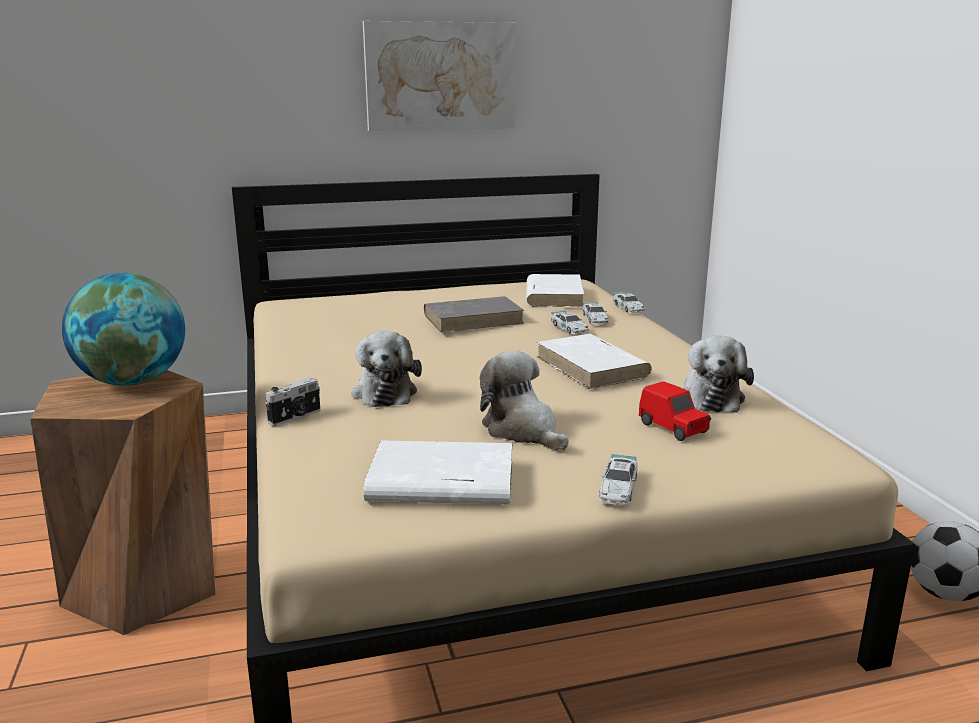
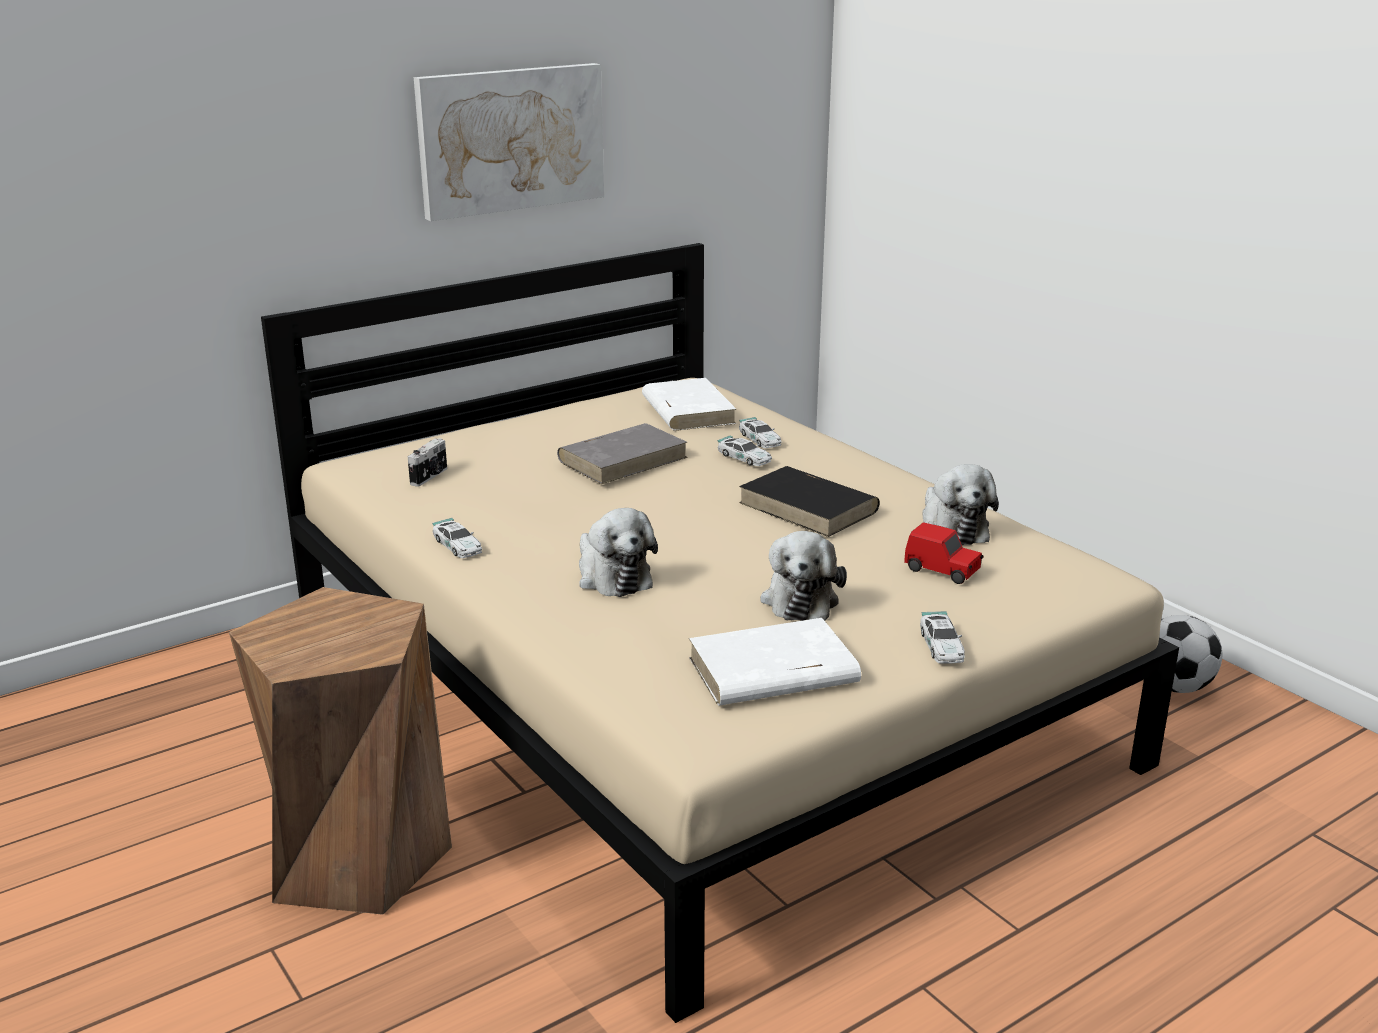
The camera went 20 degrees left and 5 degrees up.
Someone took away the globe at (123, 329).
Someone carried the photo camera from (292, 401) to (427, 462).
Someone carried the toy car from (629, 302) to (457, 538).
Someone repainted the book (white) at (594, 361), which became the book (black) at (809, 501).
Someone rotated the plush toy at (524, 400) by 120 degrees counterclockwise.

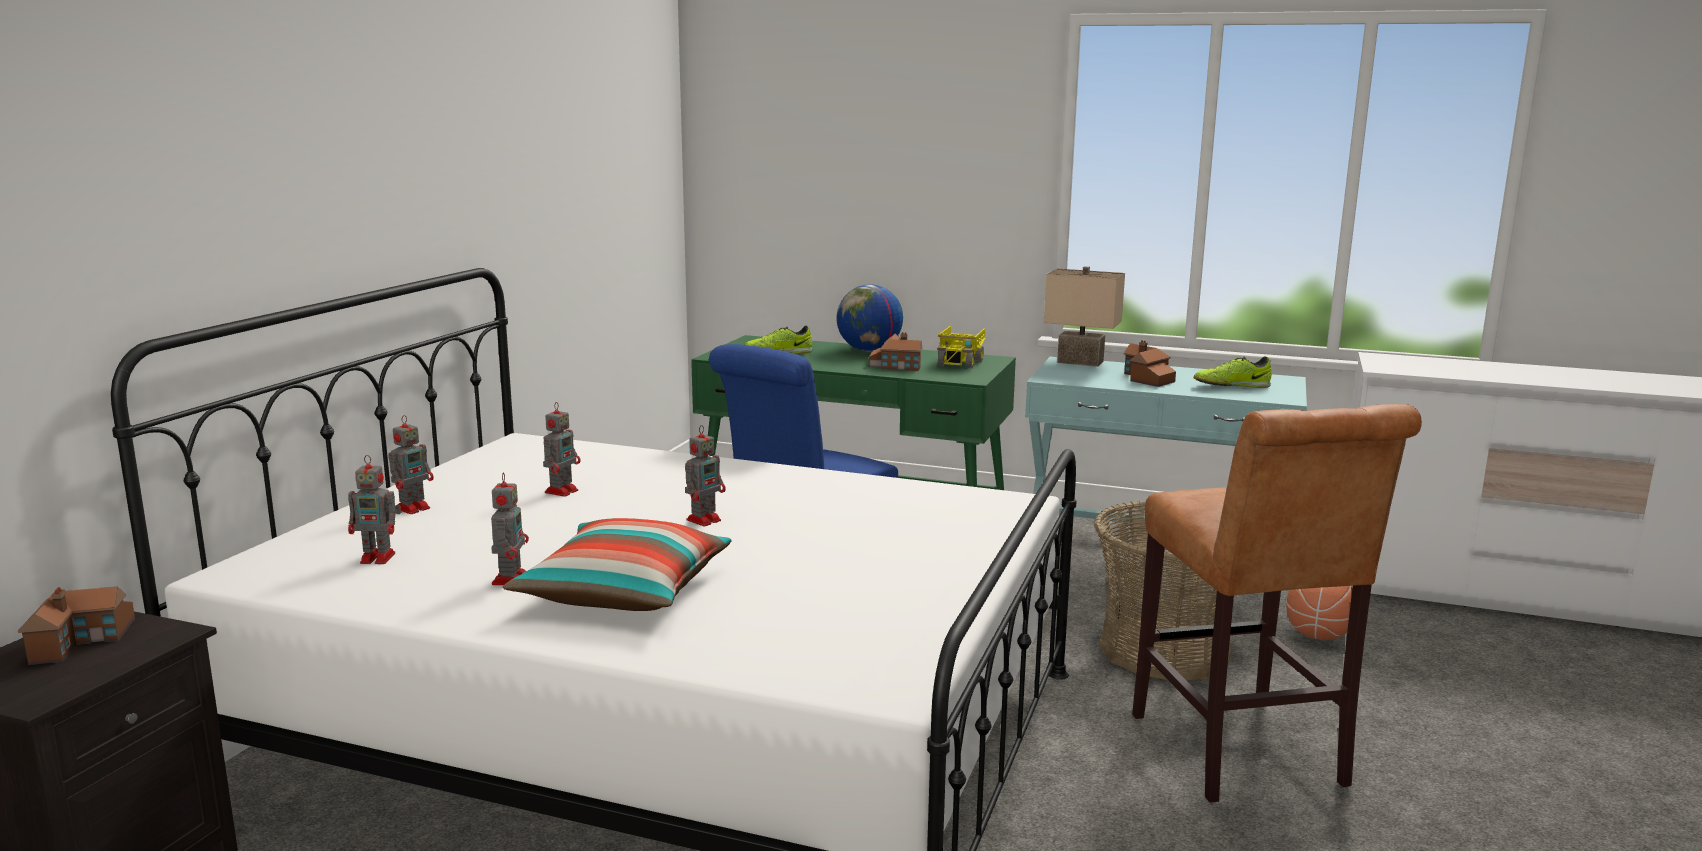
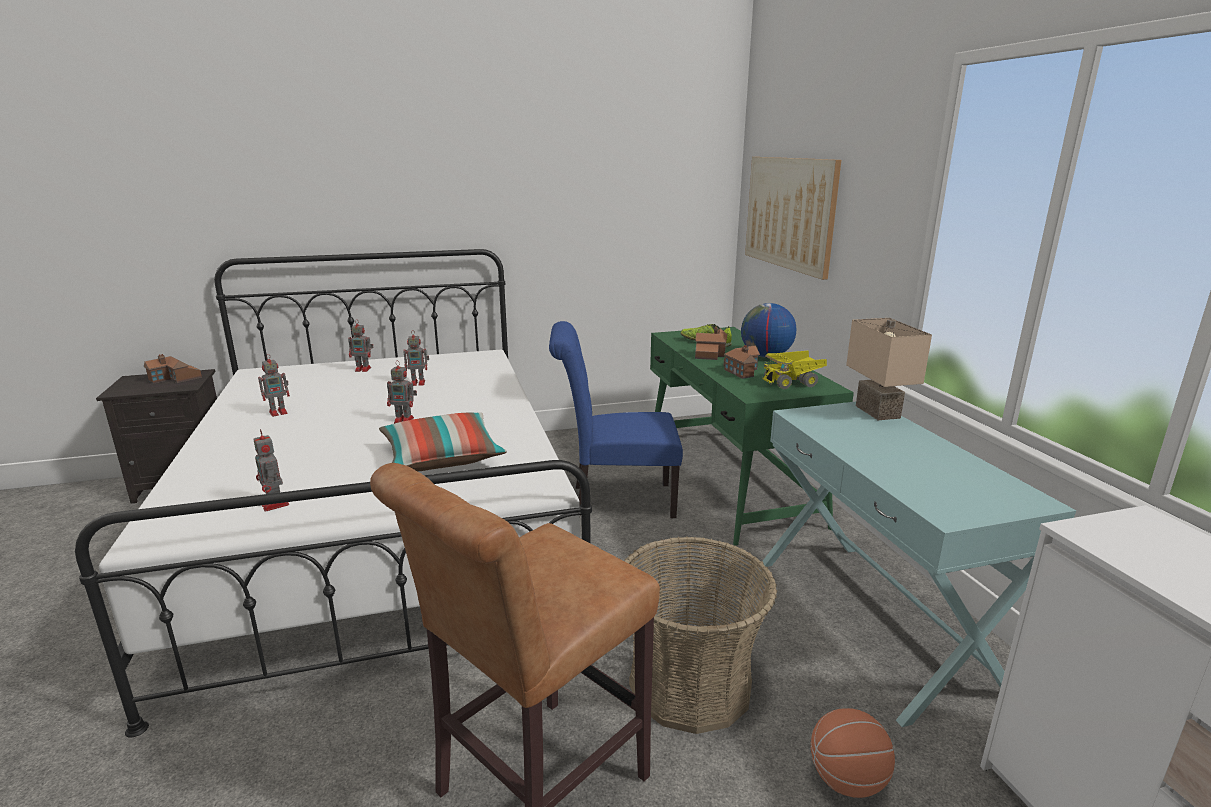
The camera went 55 degrees right and 5 degrees up.
Someone took away the shoe at (1232, 372).
Someone put up the picture at (793, 218).
Someone carried the toy robot from (374, 509) to (271, 470).
Someone carried the pillow from (617, 564) to (443, 441).
Someone carried the toy house from (1150, 363) to (711, 343).

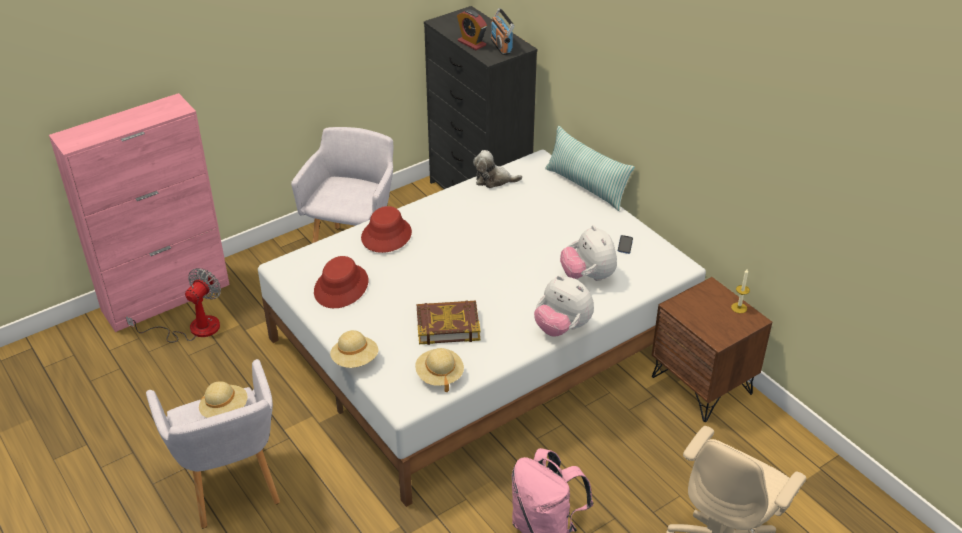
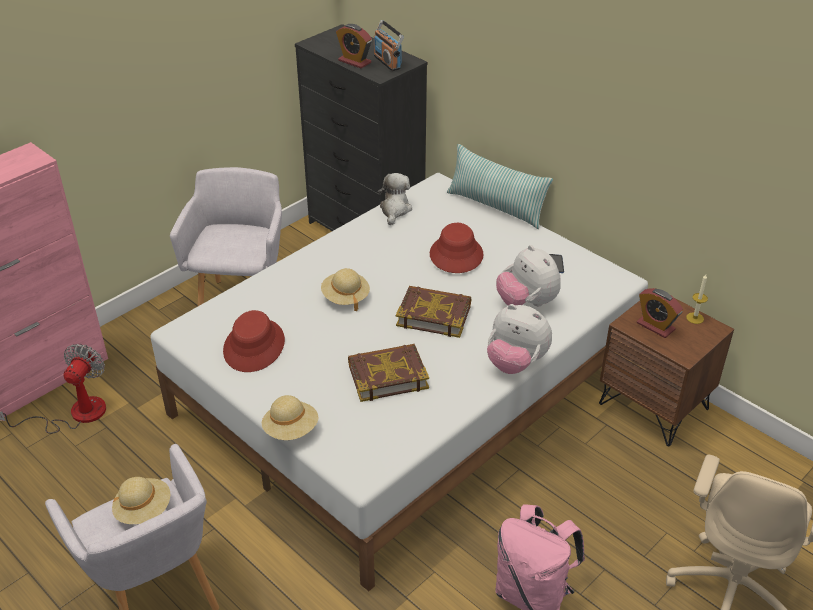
The camera went 10 degrees left and 0 degrees up.
Someone put down the book at (433, 312).
Someone put down the alarm clock at (660, 313).
Someone carried the hat (red) from (386, 229) to (457, 248).
Someone carried the hat (beige) from (439, 370) to (345, 289).
Someone rotated the plush toy at (497, 169) by 105 degrees clockwise.

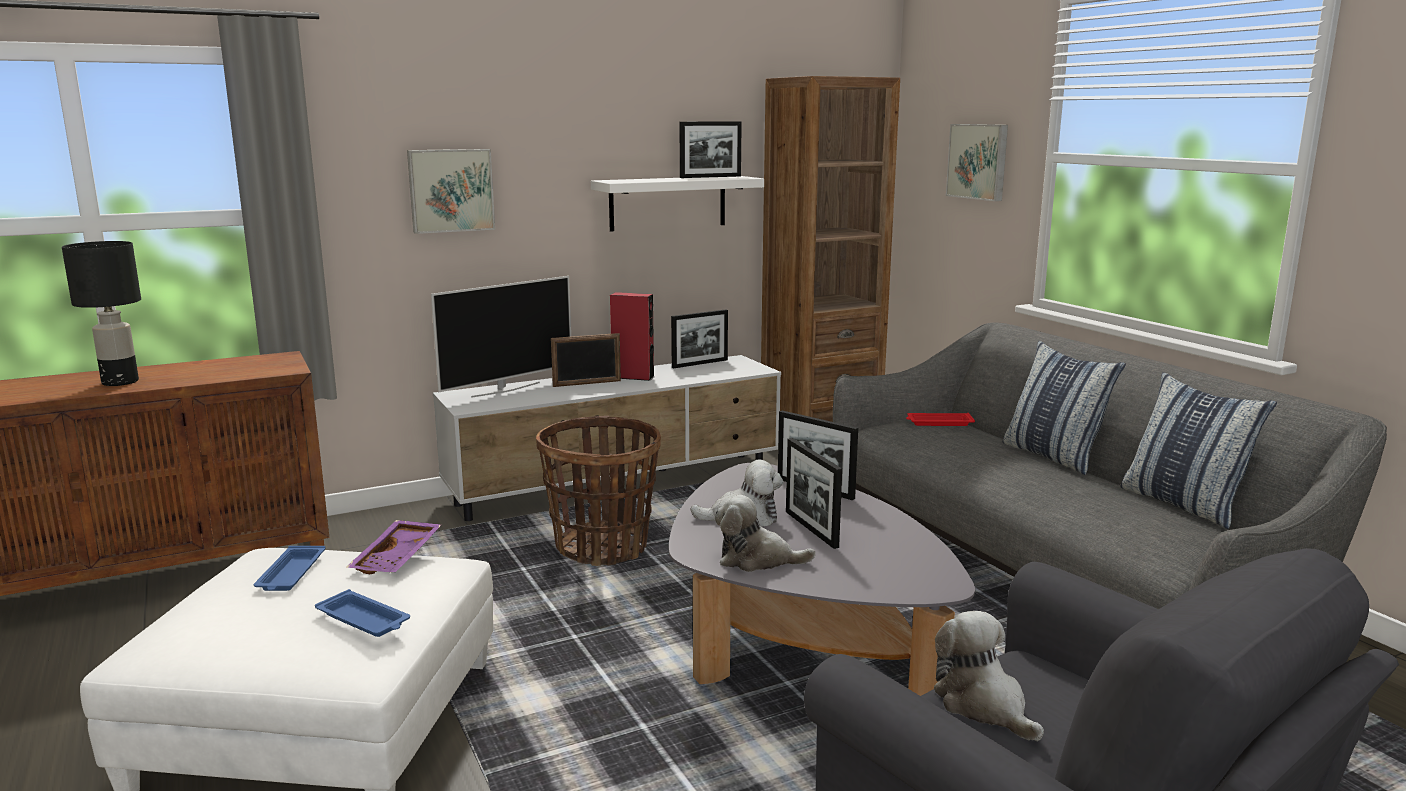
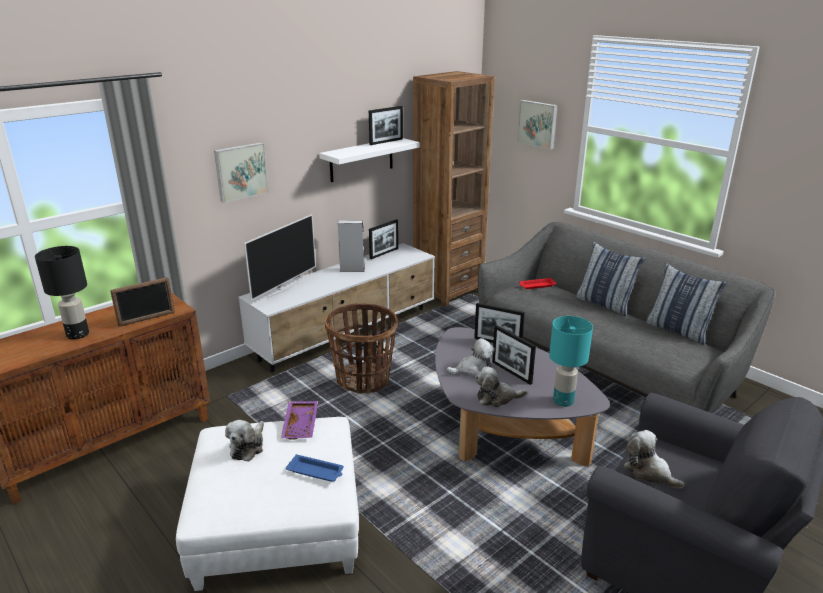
The camera went 15 degrees left and 10 degrees up.
Someone put down the table lamp (turquoise) at (571, 361).
Someone carried the picture frame from (586, 360) to (142, 302).
Someone swapped the tray (blue) at (290, 568) for the plush toy at (244, 440).
Someone repainted the speaker (red) at (632, 336), which became the speaker (grey) at (351, 246).

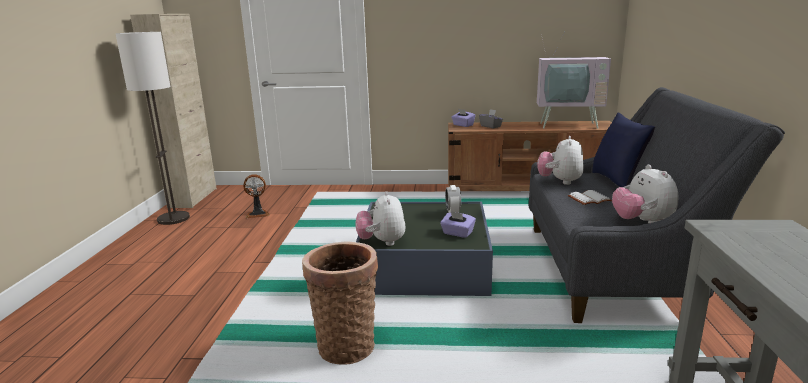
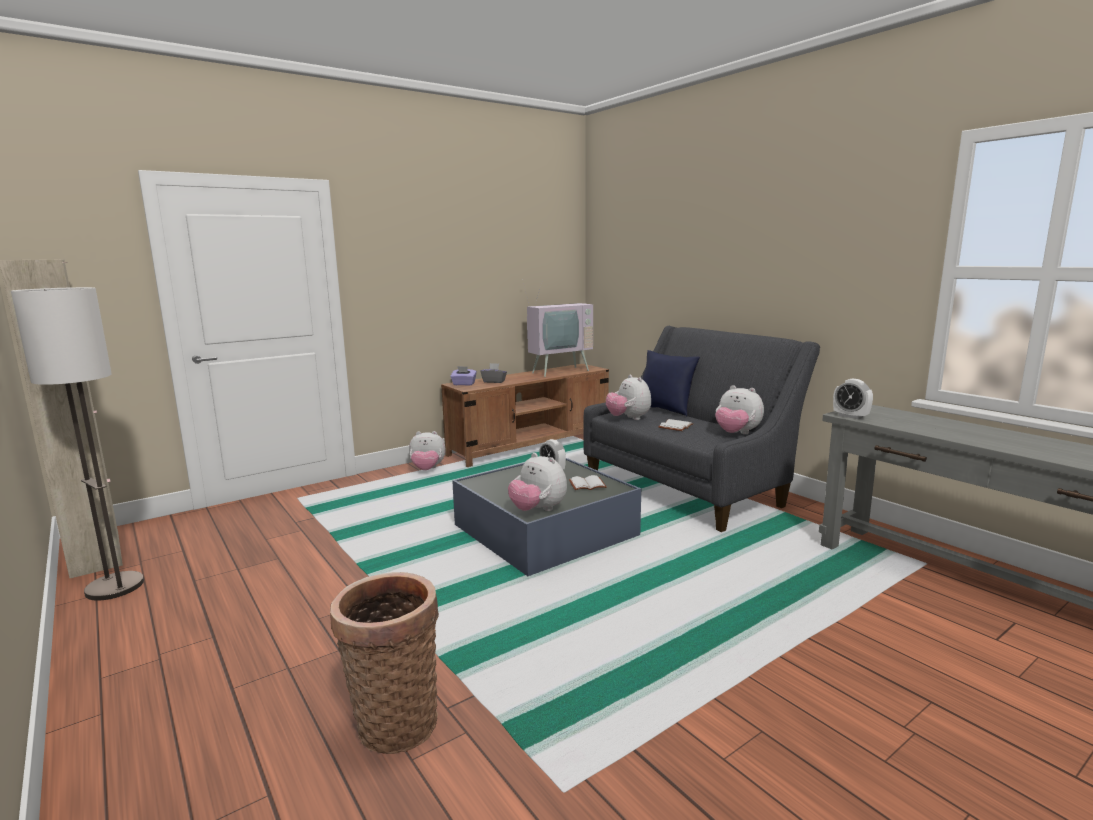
The camera went 40 degrees left and 5 degrees down.
Someone took away the fan at (256, 196).
Someone put down the plush toy at (427, 450).
Someone put down the alarm clock at (853, 399).
Someone carried the basket from (340, 302) to (384, 663).
Someone swapped the tissue box (purple) at (458, 224) for the book (white) at (588, 482).

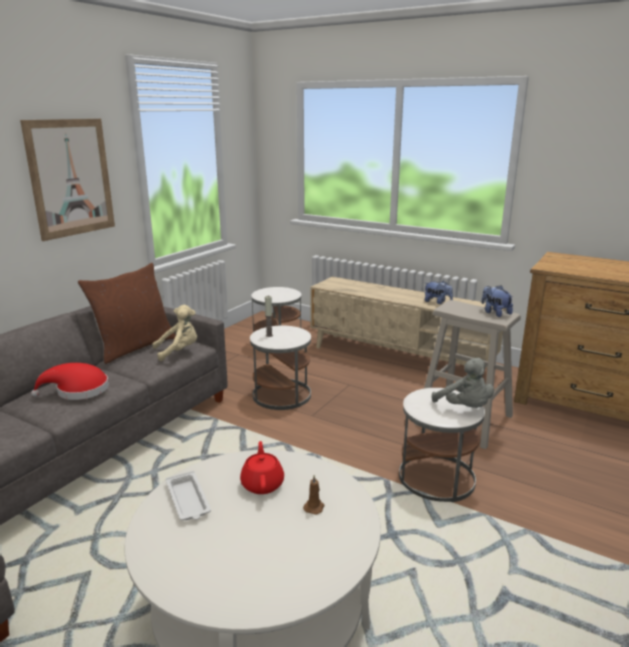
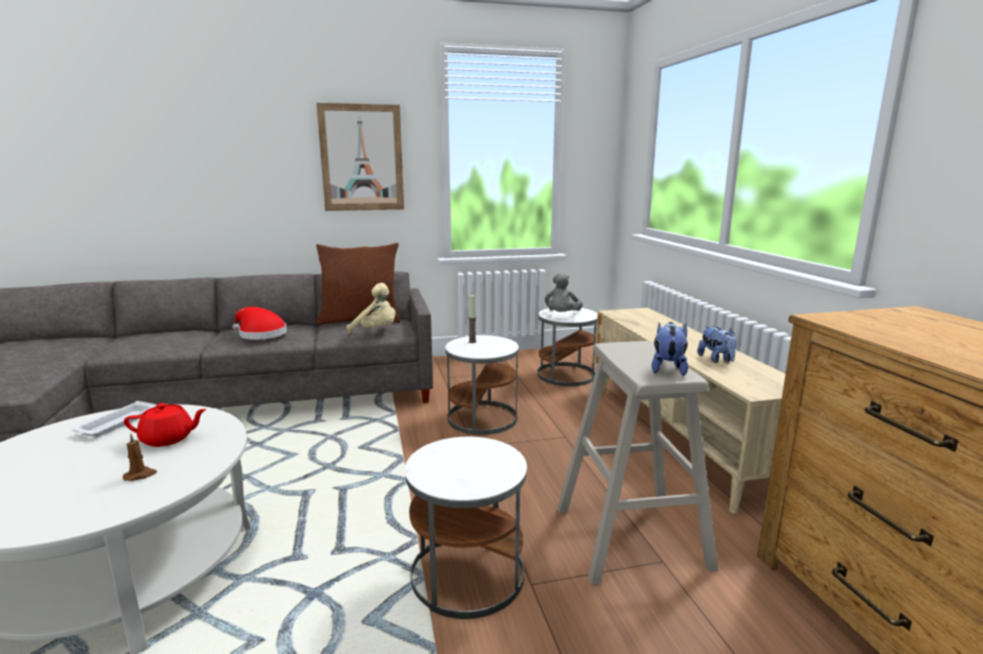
The camera went 45 degrees right and 5 degrees down.
Someone carried the plush toy (grey) from (463, 383) to (564, 292).
Someone rotated the teapot (red) at (262, 467) by 45 degrees clockwise.

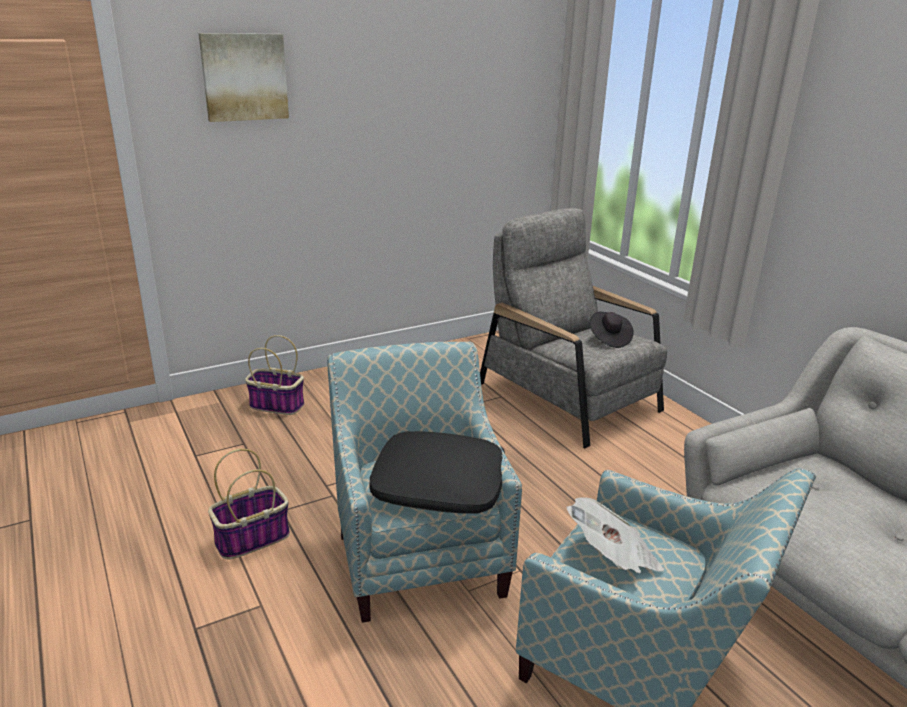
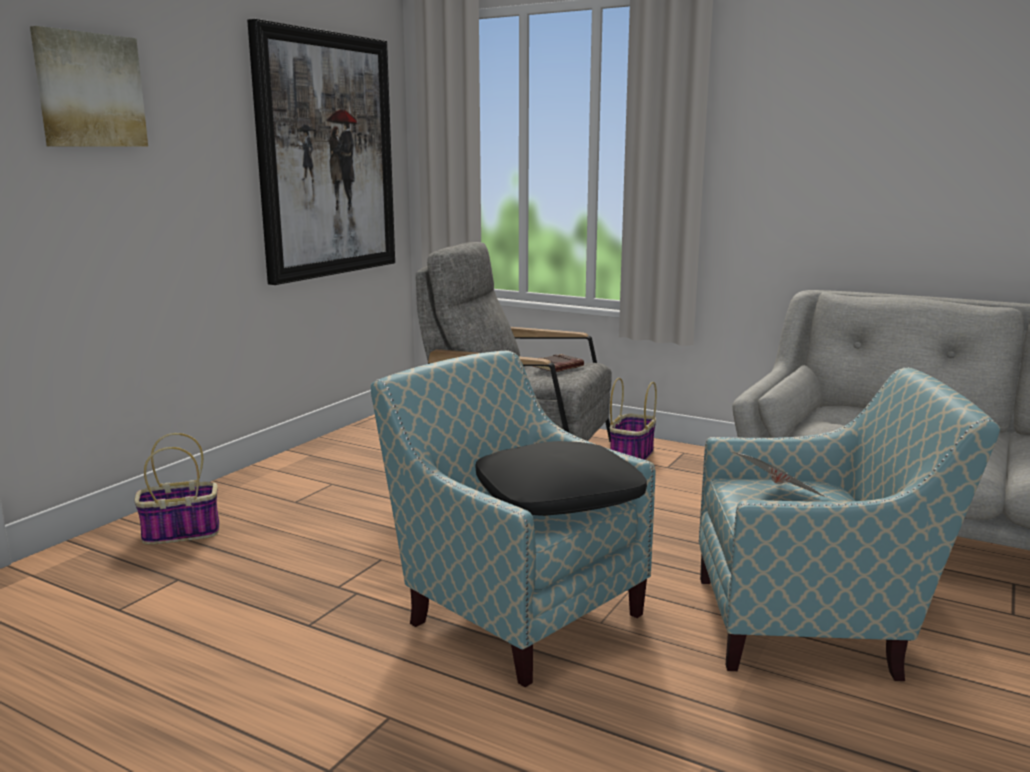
The camera went 30 degrees left and 10 degrees down.
Someone put up the picture at (321, 152).
Someone carried the basket from (249, 504) to (633, 419).
Someone swapped the hat (black) at (611, 329) for the book (brown) at (558, 363).

